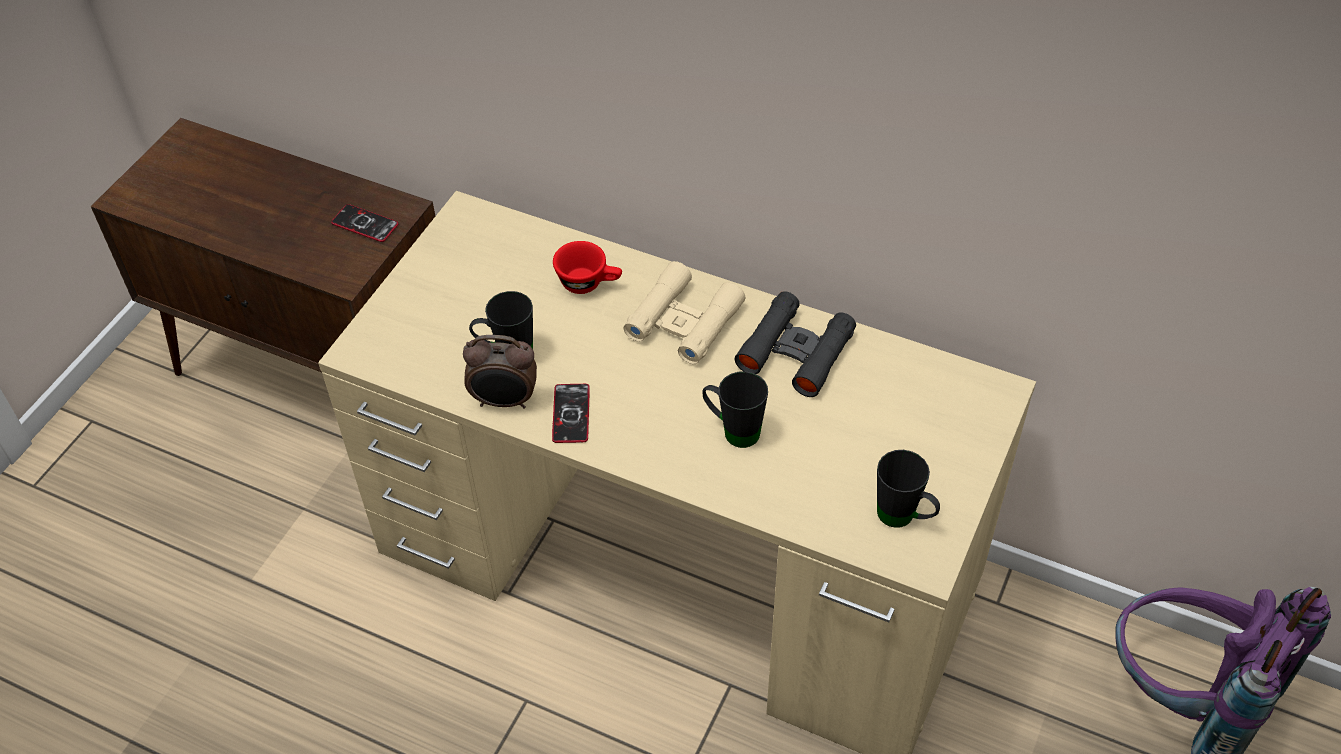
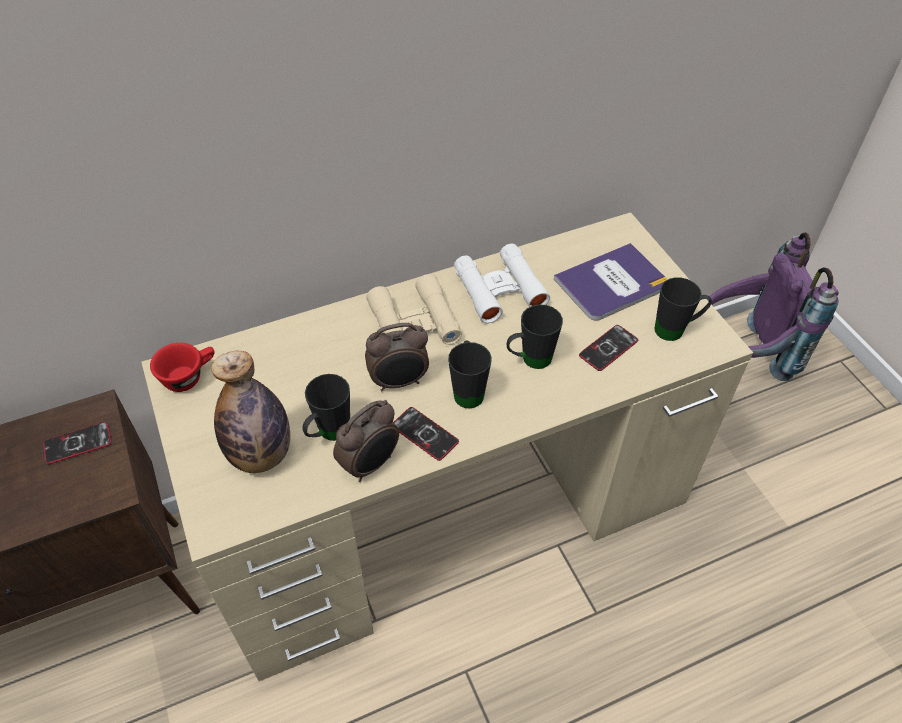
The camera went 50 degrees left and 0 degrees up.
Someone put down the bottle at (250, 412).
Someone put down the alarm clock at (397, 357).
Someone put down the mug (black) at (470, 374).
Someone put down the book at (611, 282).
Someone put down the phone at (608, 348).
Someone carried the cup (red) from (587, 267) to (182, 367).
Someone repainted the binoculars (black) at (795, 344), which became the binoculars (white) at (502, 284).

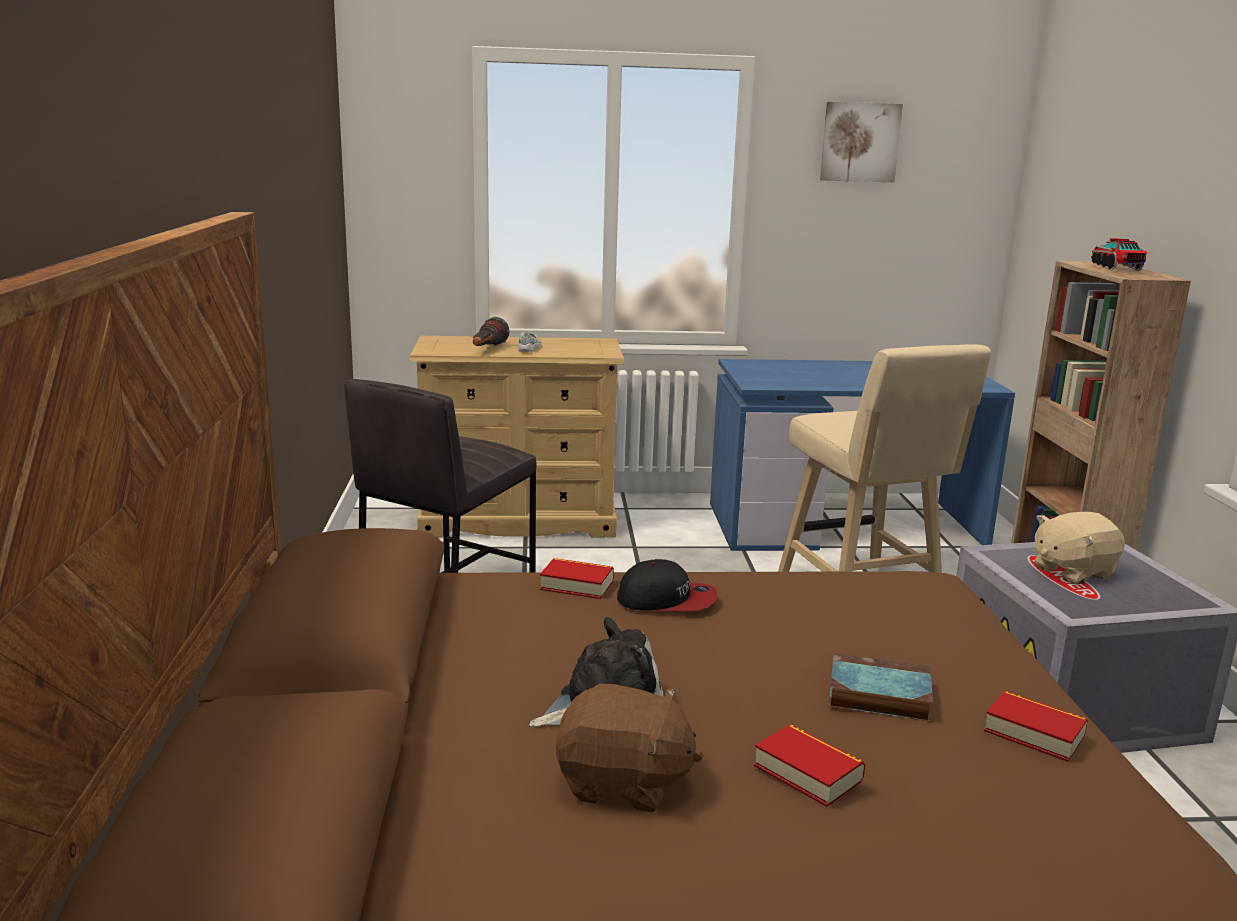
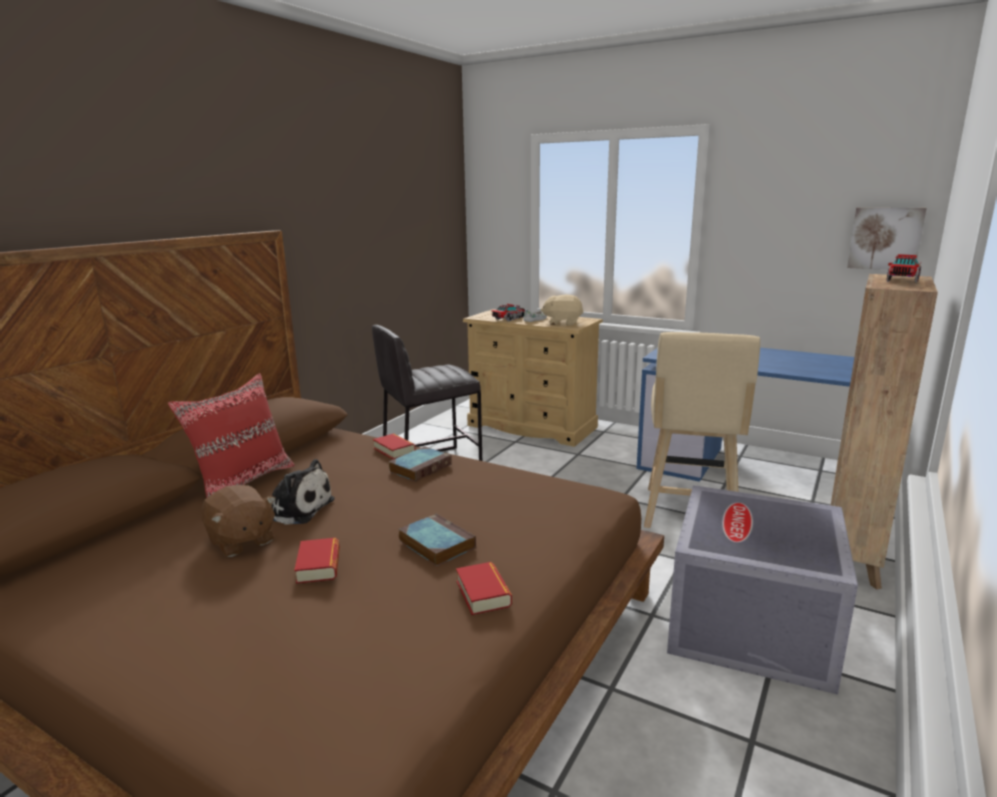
The camera went 35 degrees right and 0 degrees up.
Someone put down the pillow (red) at (231, 435).
Someone carried the picture from (861, 142) to (887, 239).
Someone carried the plush toy (beige) from (1079, 548) to (562, 310).
Someone swapped the flashlight at (491, 331) for the toy truck at (508, 312).
Someone swapped the cap at (667, 585) for the book at (420, 464).

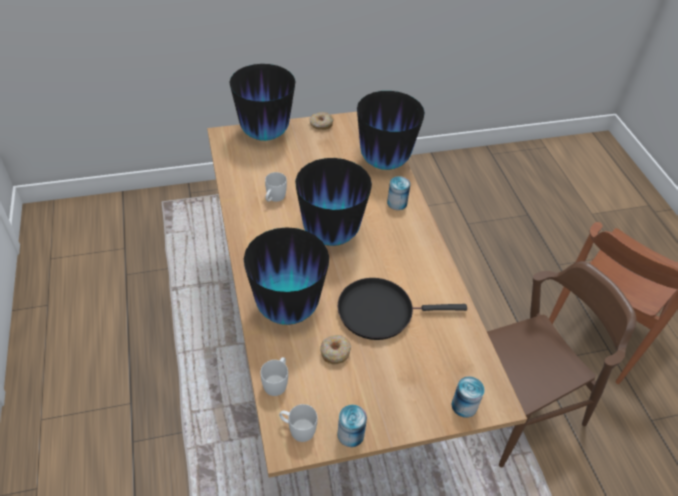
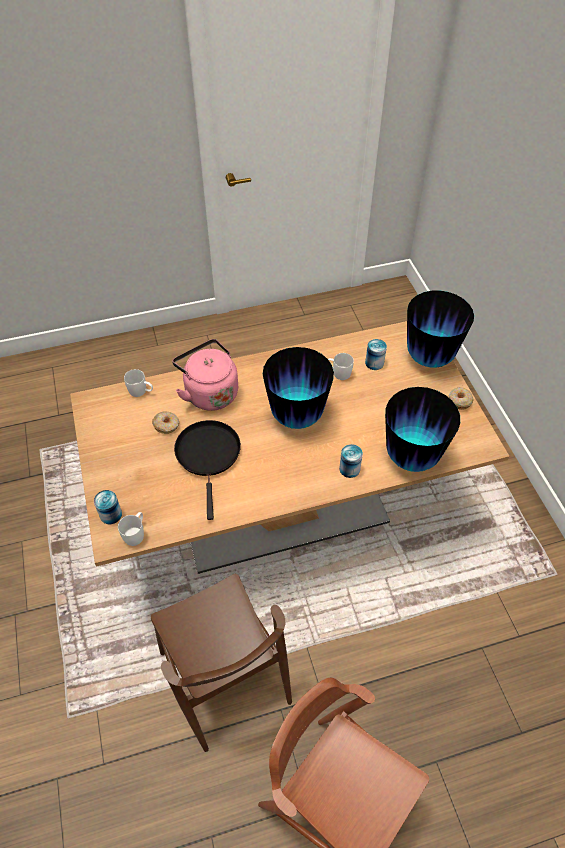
The camera went 90 degrees right and 5 degrees up.
Someone carried the mug (white) from (298, 423) to (131, 529).
Someone carried the can from (352, 426) to (376, 354).
Someone swapped the vase at (286, 276) for the kettle (pink) at (205, 375).

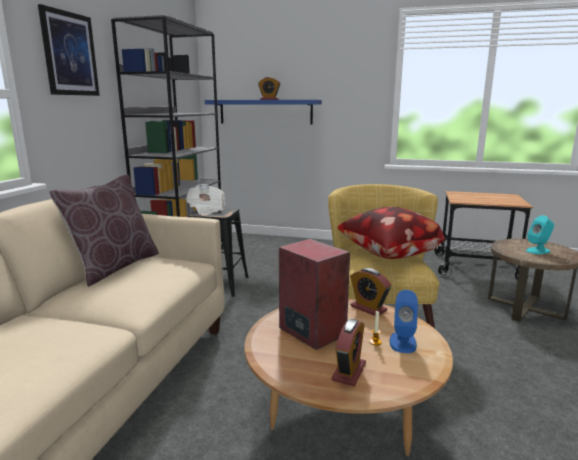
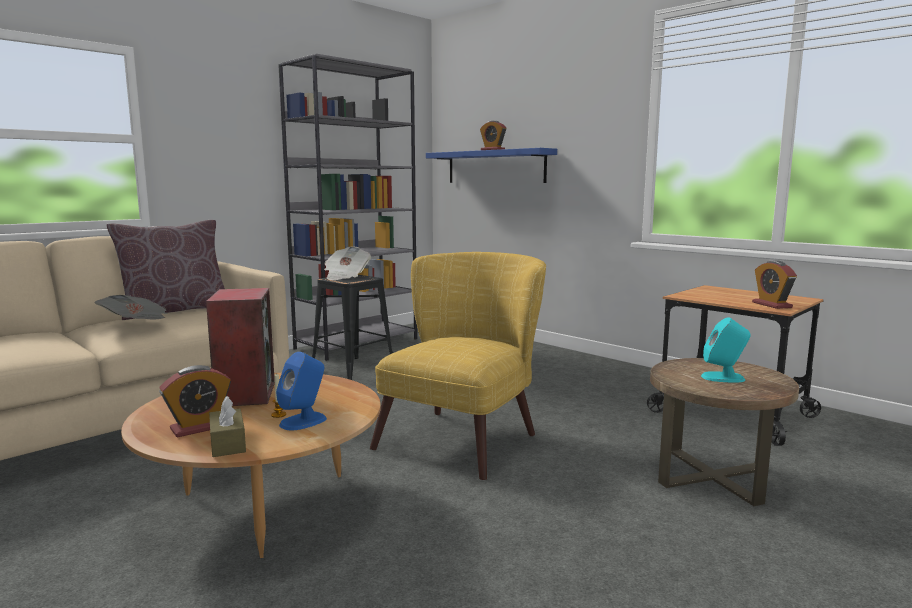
The camera went 30 degrees right and 5 degrees down.
Someone took away the picture at (69, 50).
Someone took away the pillow at (391, 233).
Someone put down the newspaper at (131, 307).
Someone put down the tissue box (brown) at (227, 426).
Someone carried the alarm clock from (370, 292) to (774, 285).

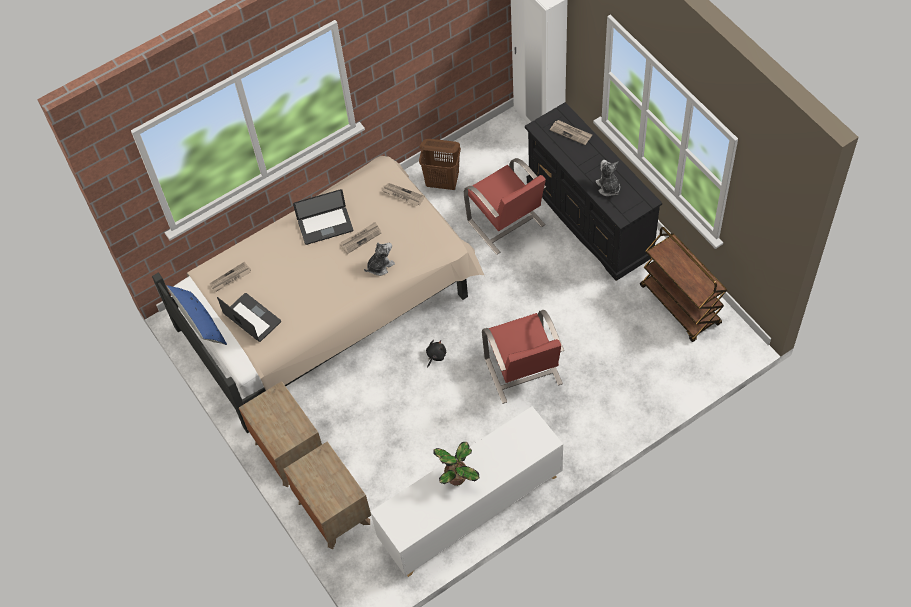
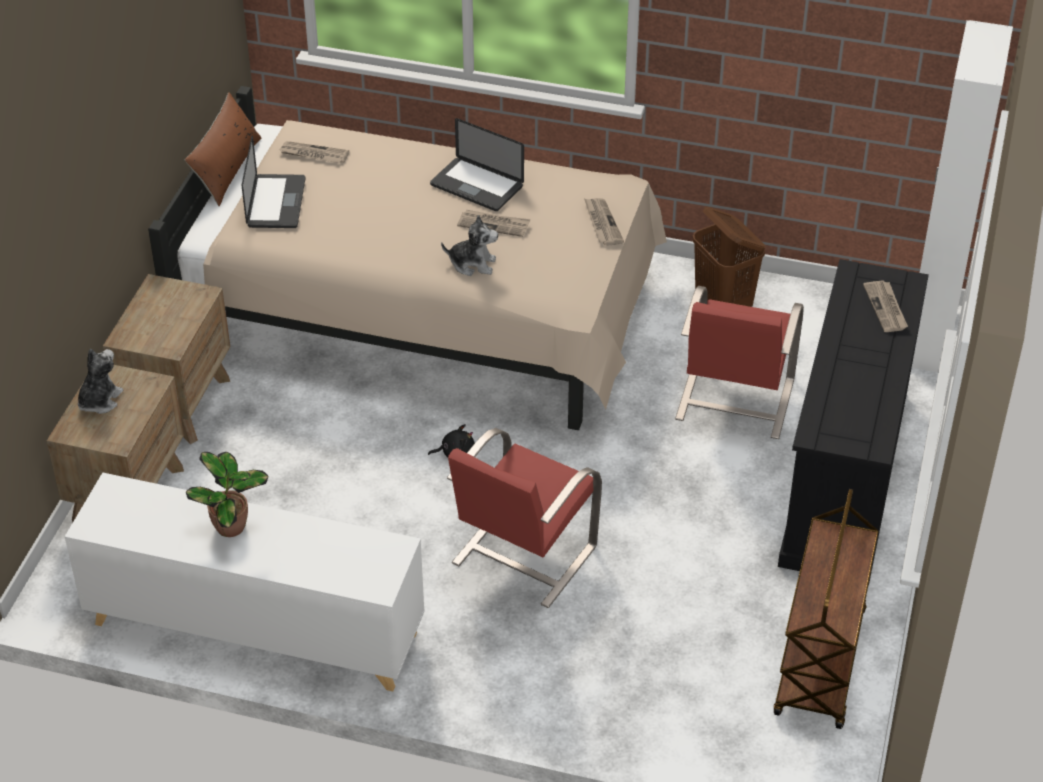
The camera went 45 degrees right and 15 degrees down.
Someone carried the plush toy from (607, 178) to (101, 381).
Someone repainted the pillow (blue) at (197, 315), which became the pillow (brown) at (223, 149).

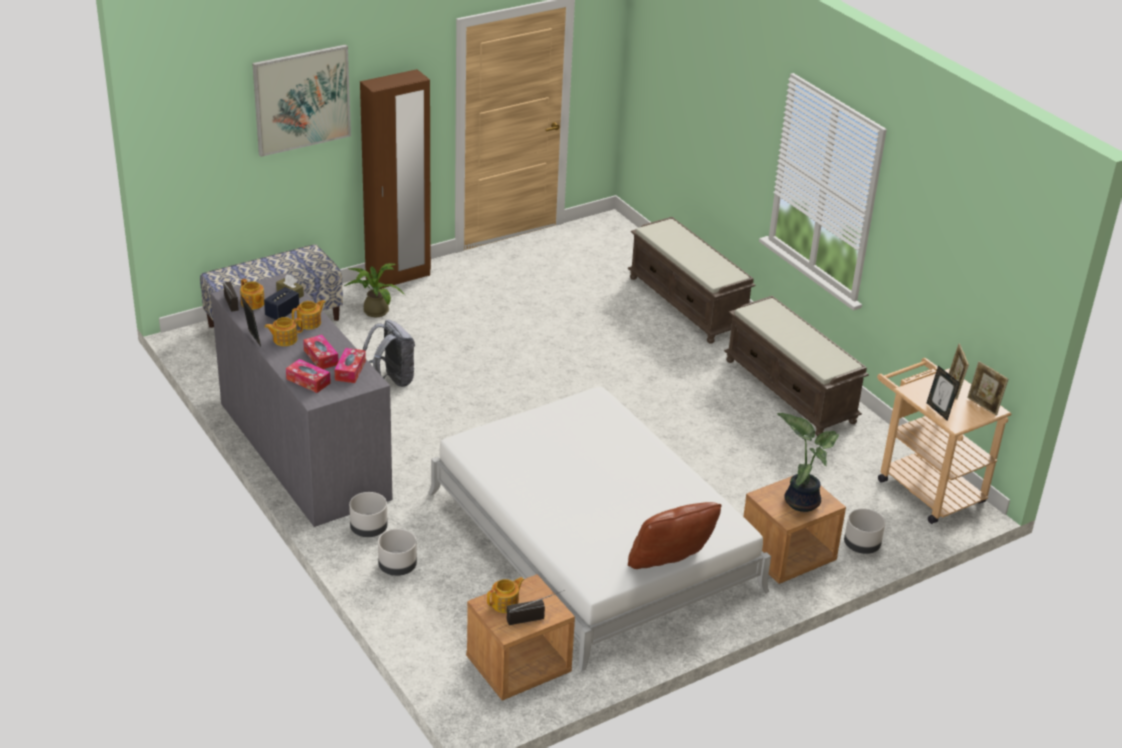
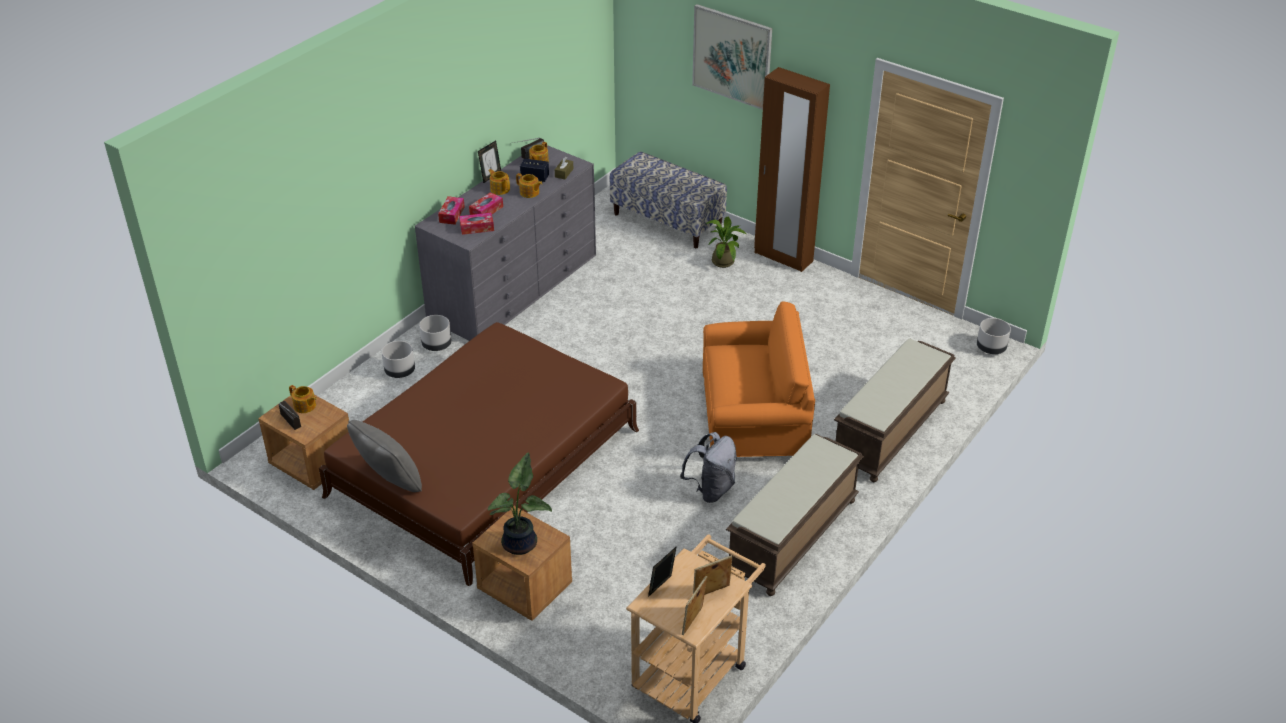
The camera went 70 degrees right and 5 degrees up.
Someone put down the armchair (orange) at (759, 379).
Someone carried the backpack (grey) from (389, 353) to (708, 467).
Someone carried the planter (grey) from (864, 531) to (994, 336).
Someone repainted the bed (white) at (599, 529), which became the bed (brown) at (479, 454).
Someone repainted the pillow (brown) at (674, 535), which became the pillow (grey) at (384, 456).

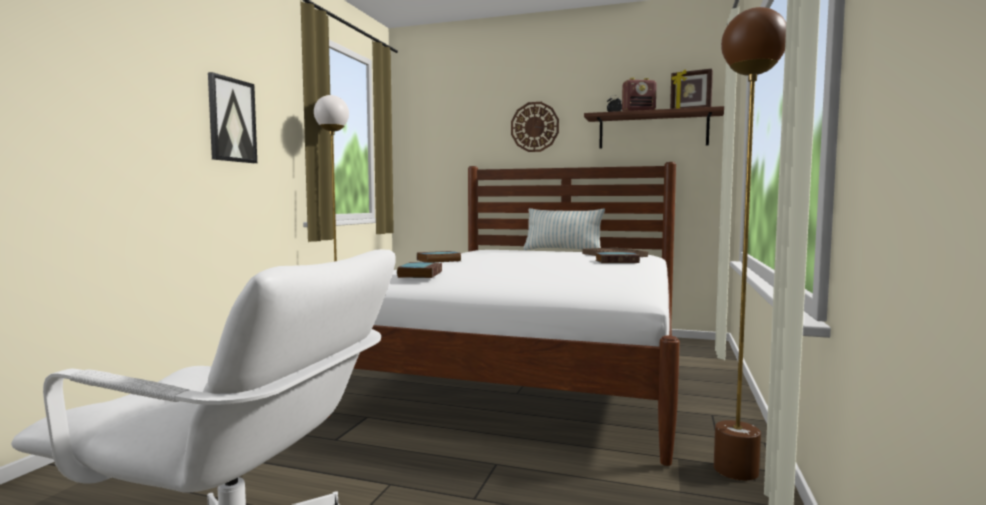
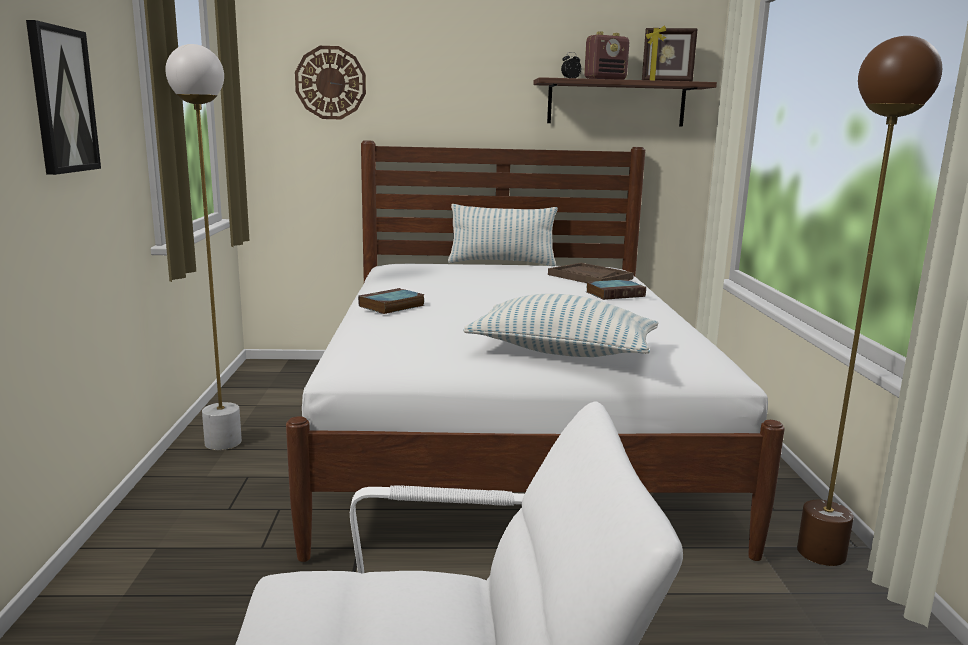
The camera went 20 degrees left and 10 degrees up.
Someone took away the book at (419, 270).
Someone put down the pillow at (561, 325).
Someone carried the wall clock from (535, 127) to (330, 82).

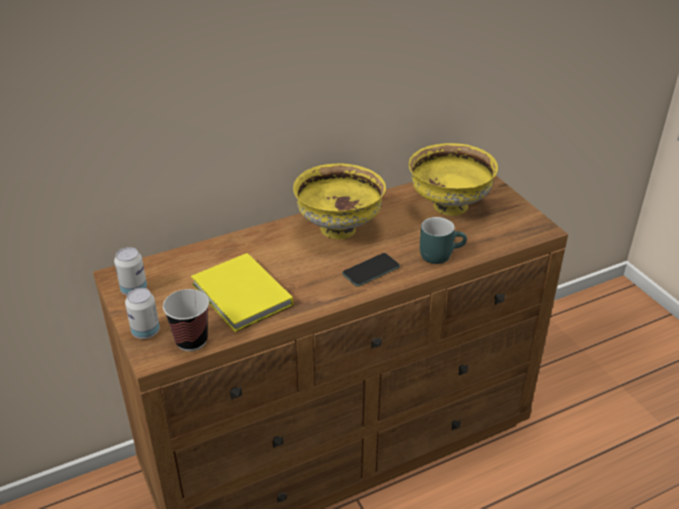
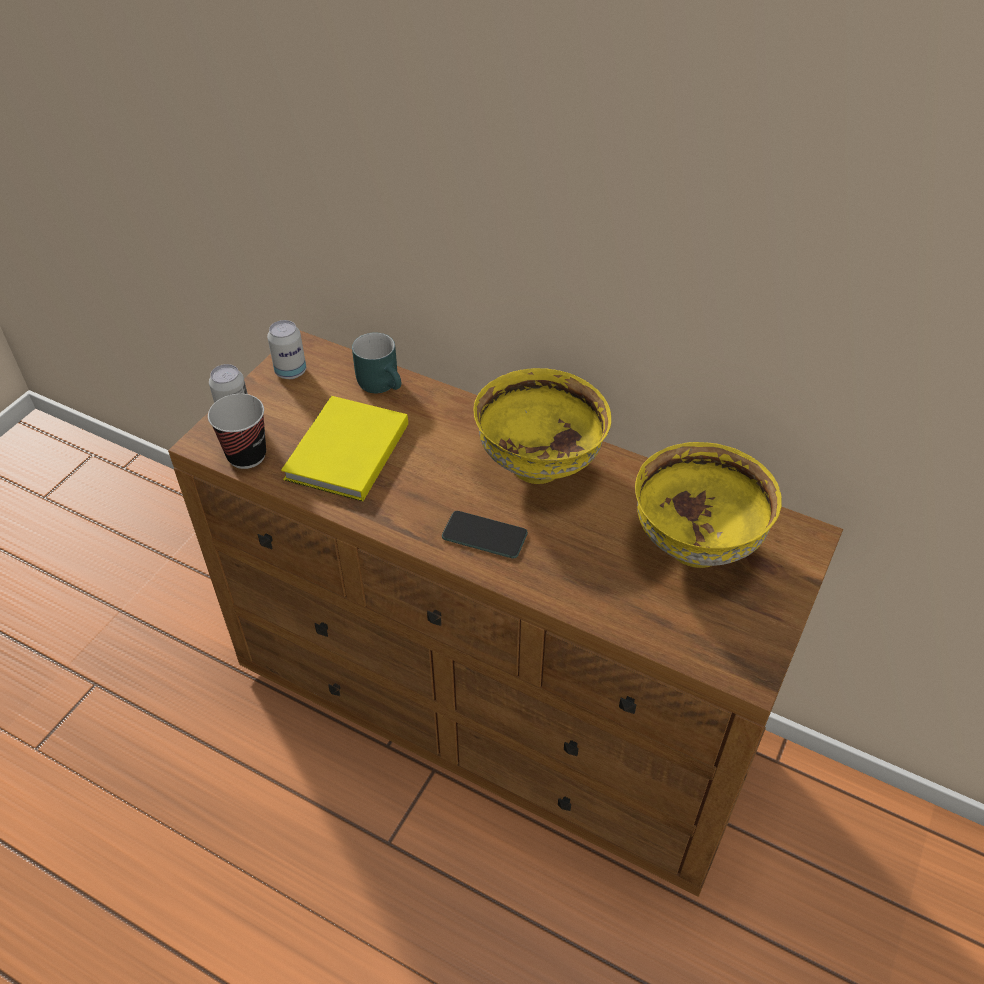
The camera went 55 degrees right and 10 degrees up.
Someone carried the mug (turquoise) from (443, 240) to (376, 363).

